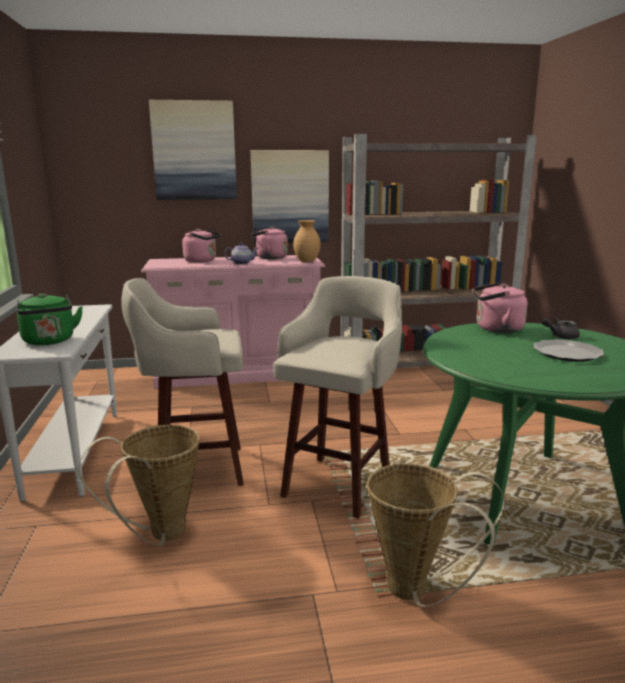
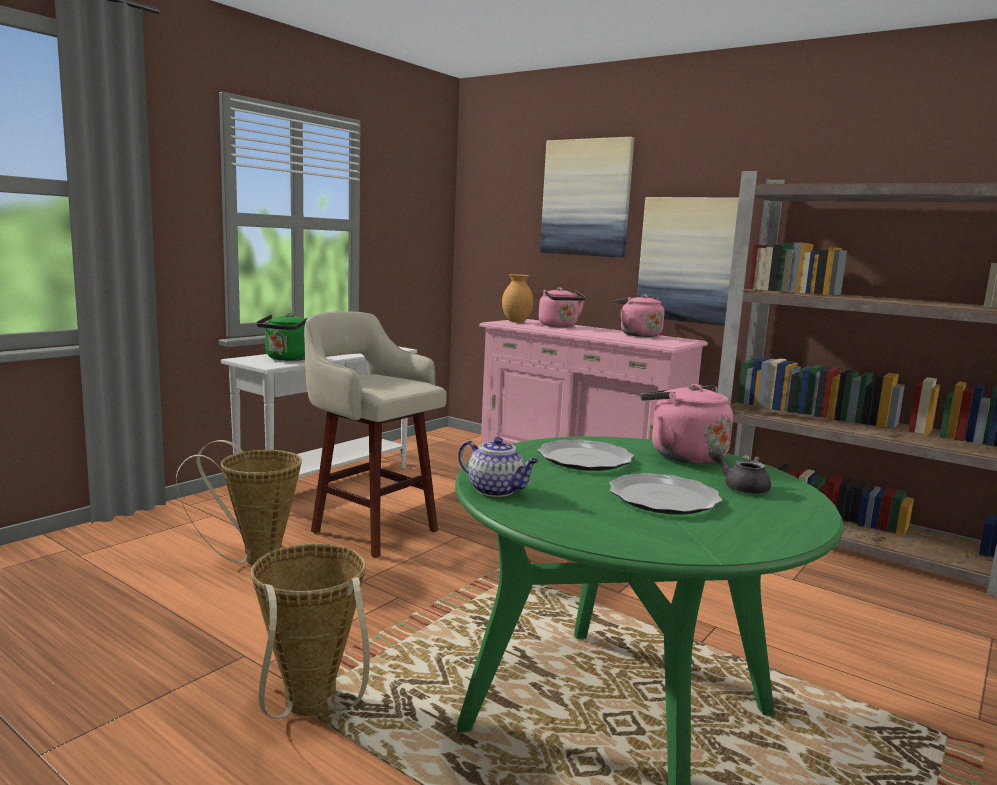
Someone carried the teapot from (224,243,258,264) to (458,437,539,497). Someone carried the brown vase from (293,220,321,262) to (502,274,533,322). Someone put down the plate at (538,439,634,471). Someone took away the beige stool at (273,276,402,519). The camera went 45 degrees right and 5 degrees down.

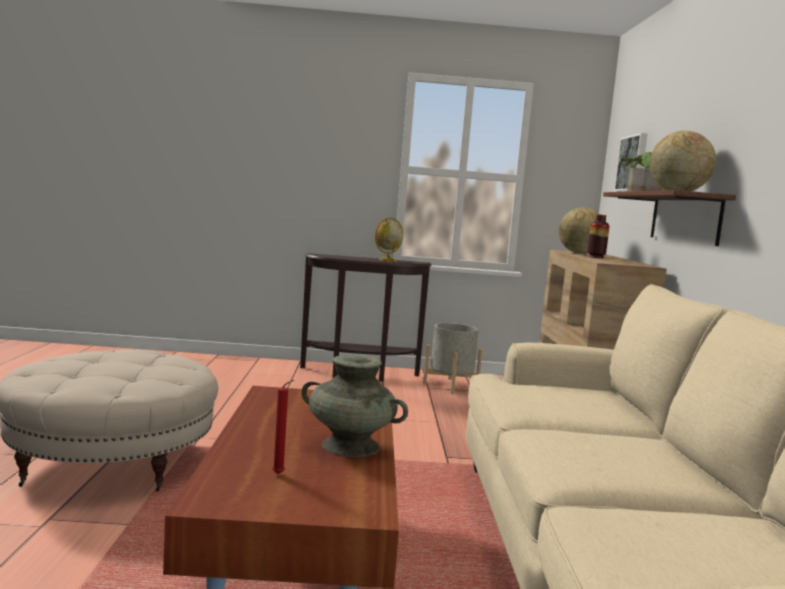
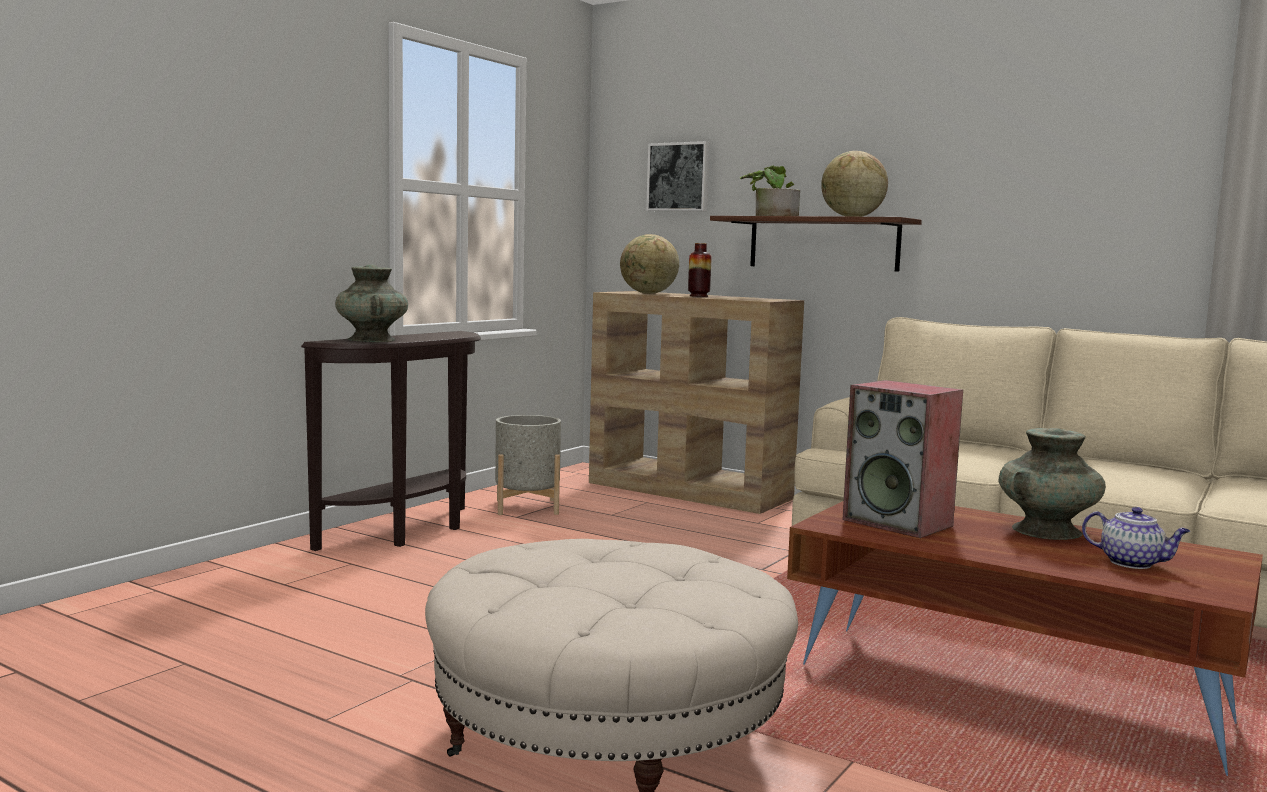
Someone put down the turquoise vase at (335,264,408,342). Someone put down the speaker at (842,380,963,538). Someone swapped the red candle at (272,380,294,474) for the teapot at (1082,507,1190,569). Someone took away the globe at (375,217,403,262). The camera went 55 degrees left and 0 degrees up.

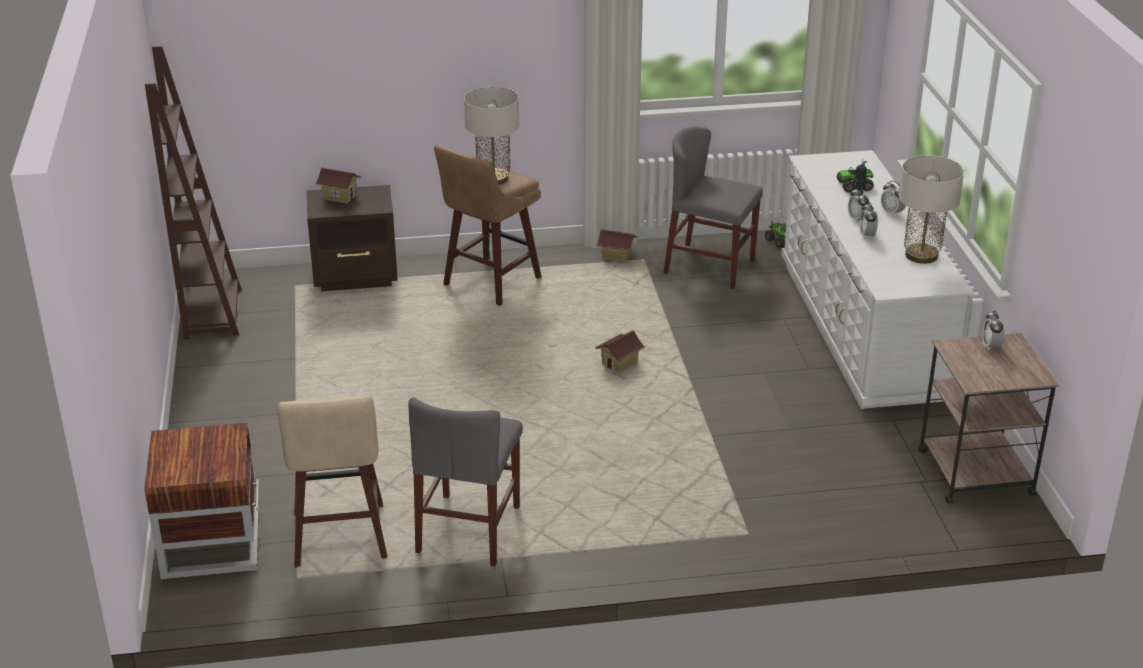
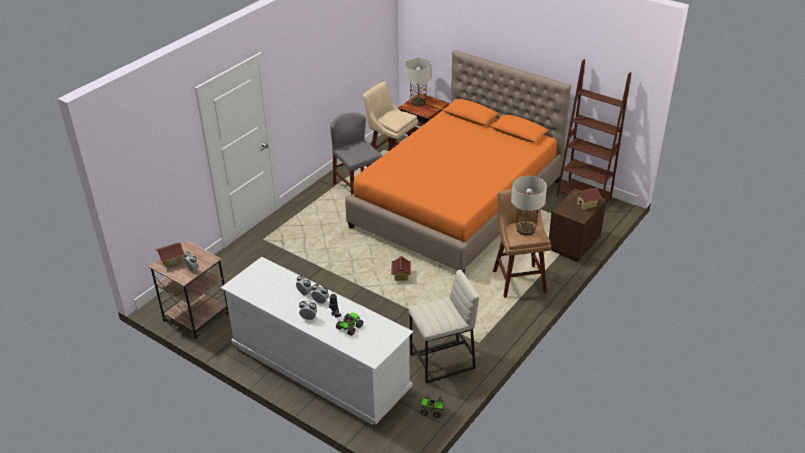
Someone carried the toy house from (596,229,638,262) to (156,243,184,268). Someone put down the orange bed at (345,50,571,273). Someone carried the table lamp from (899,155,964,264) to (405,58,432,106). Someone swapped the grey chair at (663,126,763,289) for the beige stool at (409,270,479,383). The camera went 135 degrees right and 5 degrees up.

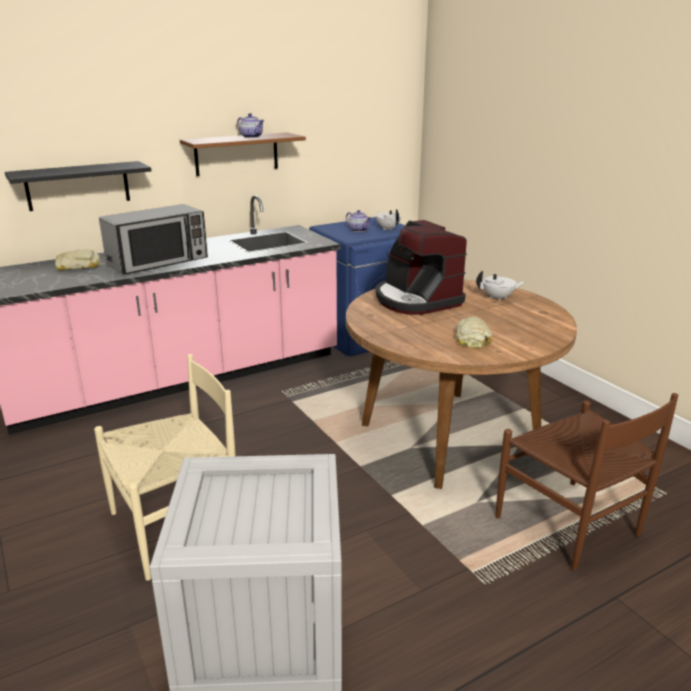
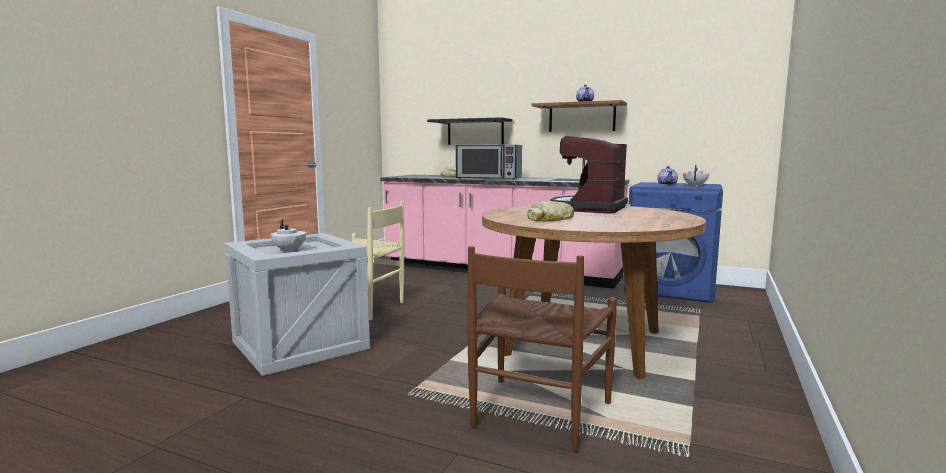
Someone carried the white teapot from (476,271,525,301) to (270,219,306,252). The camera went 55 degrees right and 15 degrees down.

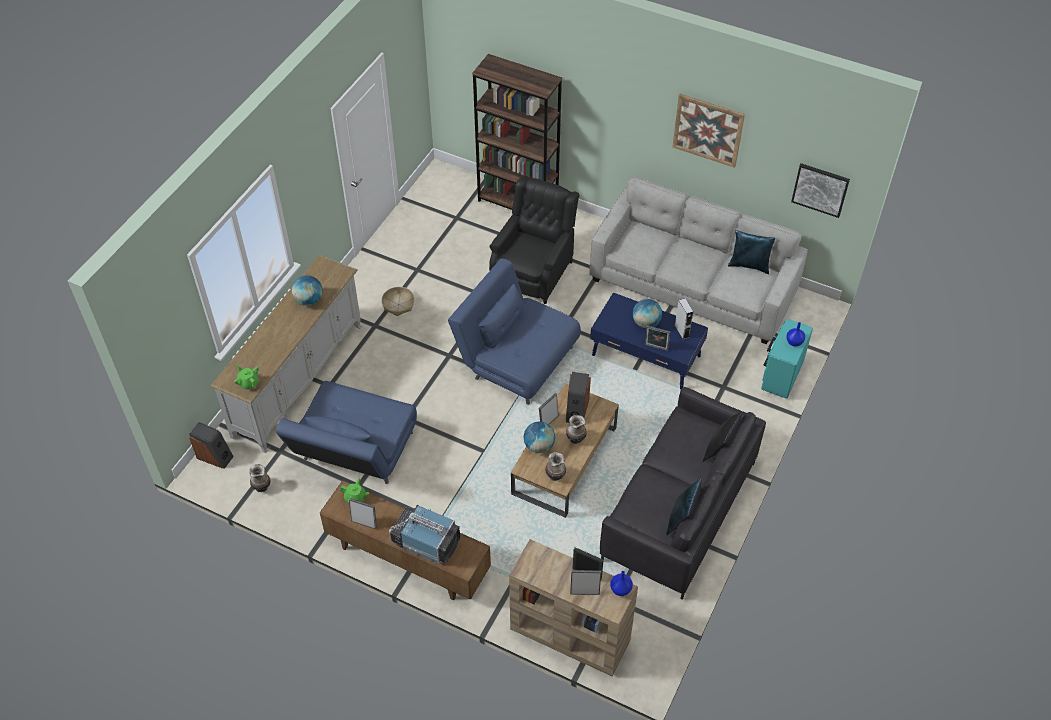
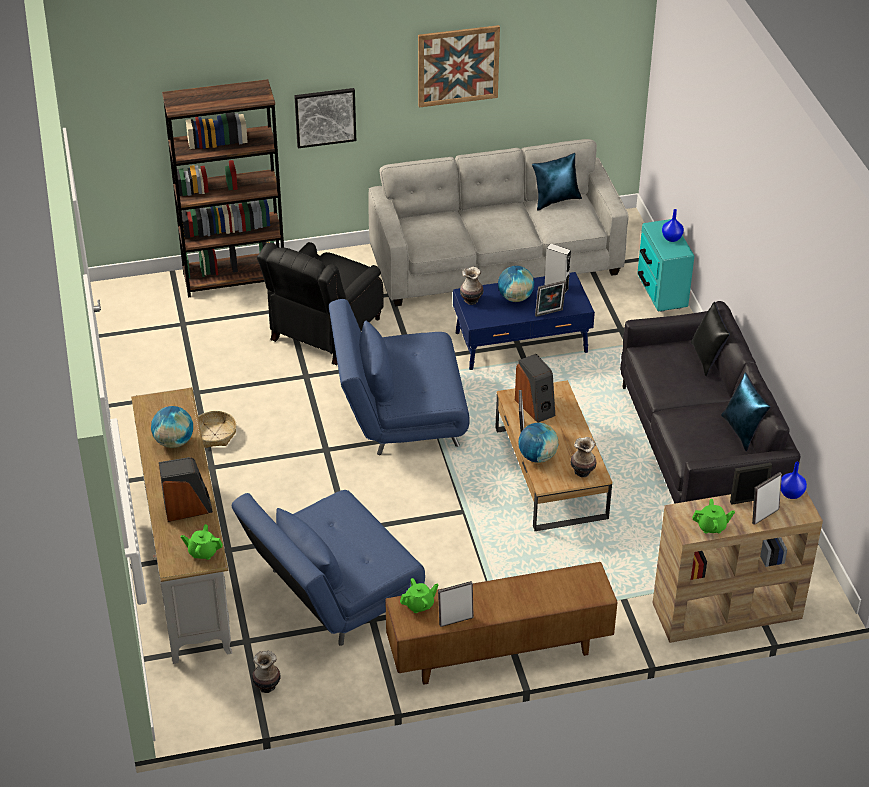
Someone carried the speaker from (189,422,234,469) to (159,457,213,522). Someone rotated the blue armchair at (276,381,417,484) by 75 degrees clockwise. Someone rotated the black armchair at (489,175,580,304) by 135 degrees counterclockwise. Someone carried the picture from (791,163,850,218) to (294,88,356,148). Someone carried the vase from (566,415,587,444) to (460,267,483,305). Someone put down the green teapot at (692,499,735,534). Someone took away the television at (389,505,460,564). The camera went 40 degrees left and 10 degrees down.

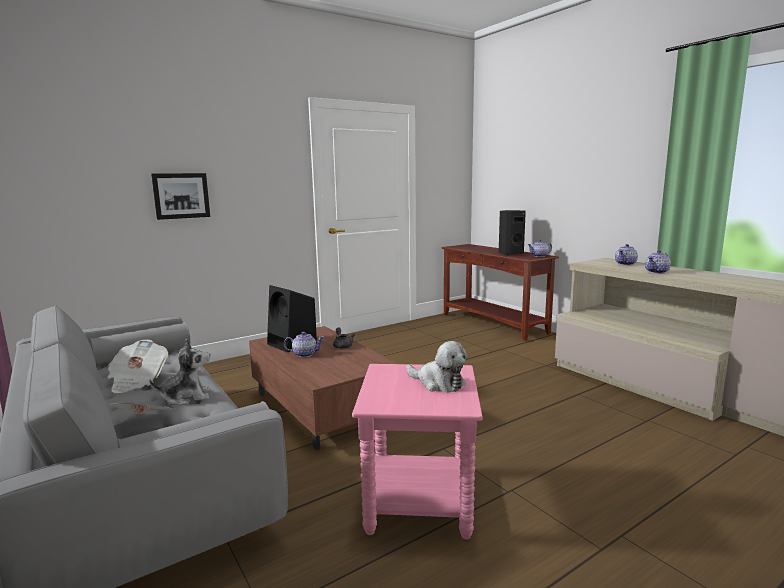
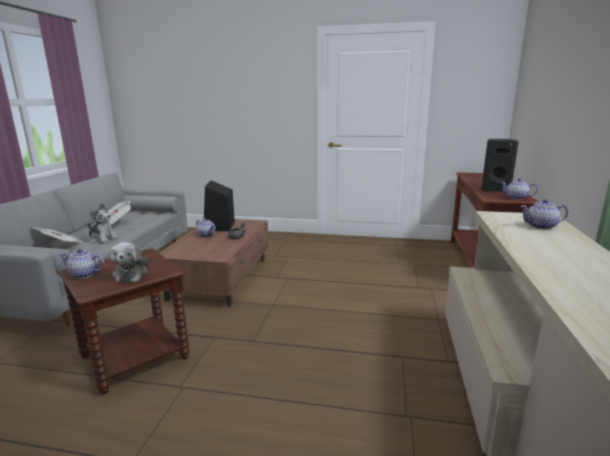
Someone repainted the pink side table at (352,364,483,540), which became the brown side table at (58,248,190,394). Someone carried the teapot from (645,250,671,274) to (60,249,105,279). Someone took away the picture at (151,173,210,220). The camera went 45 degrees right and 5 degrees up.

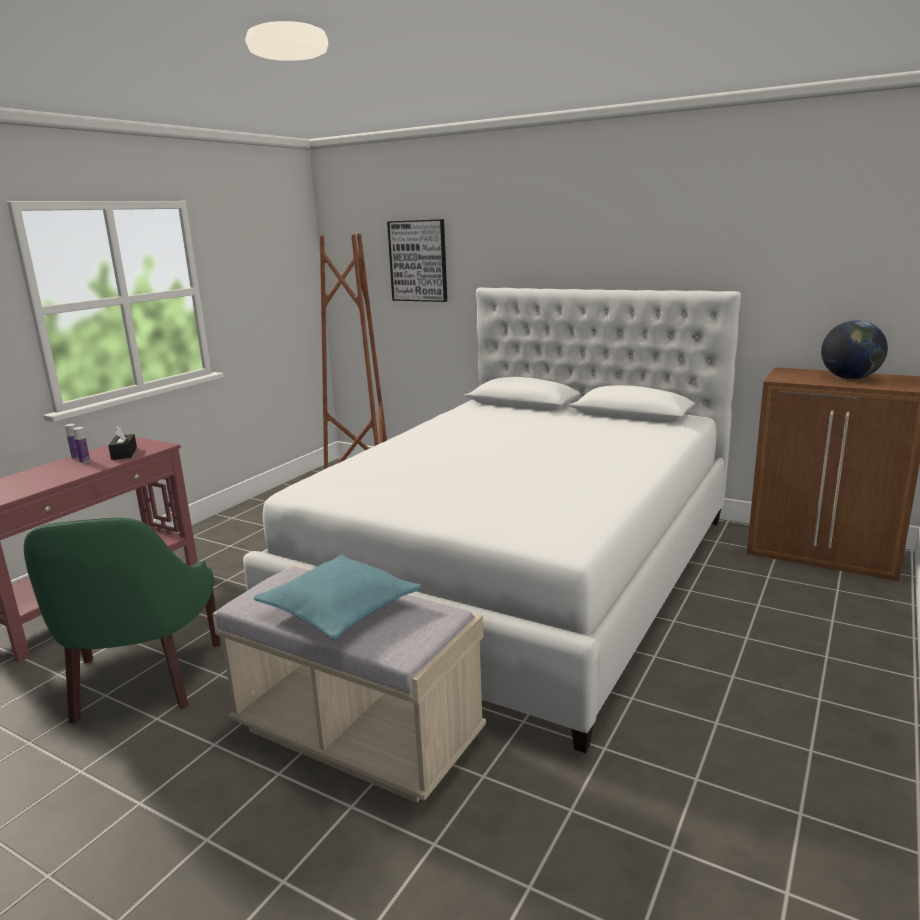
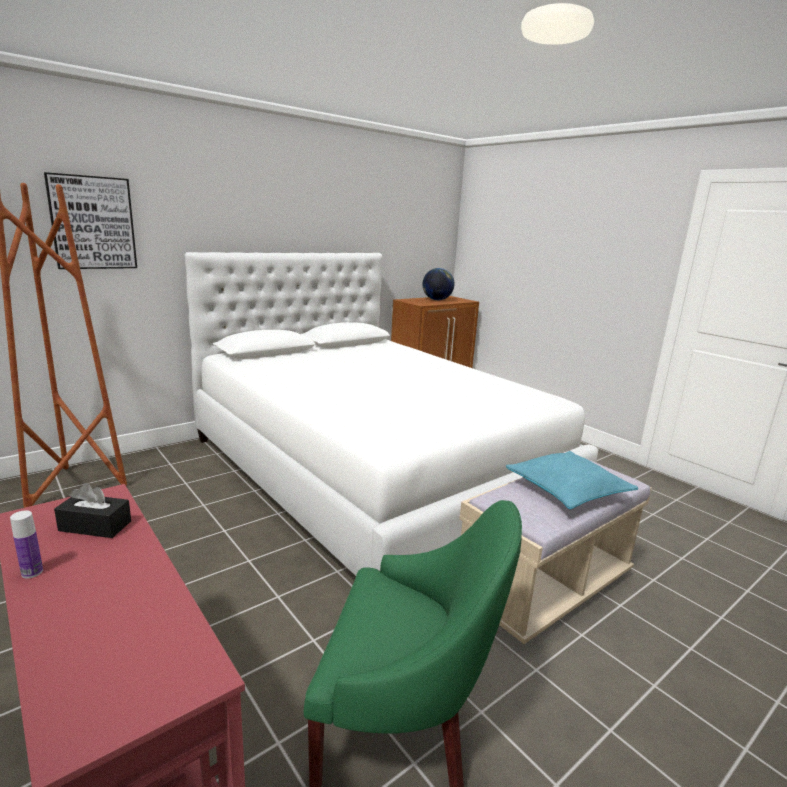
Someone took away the bottle at (73,427,90,463). The camera went 70 degrees left and 0 degrees up.

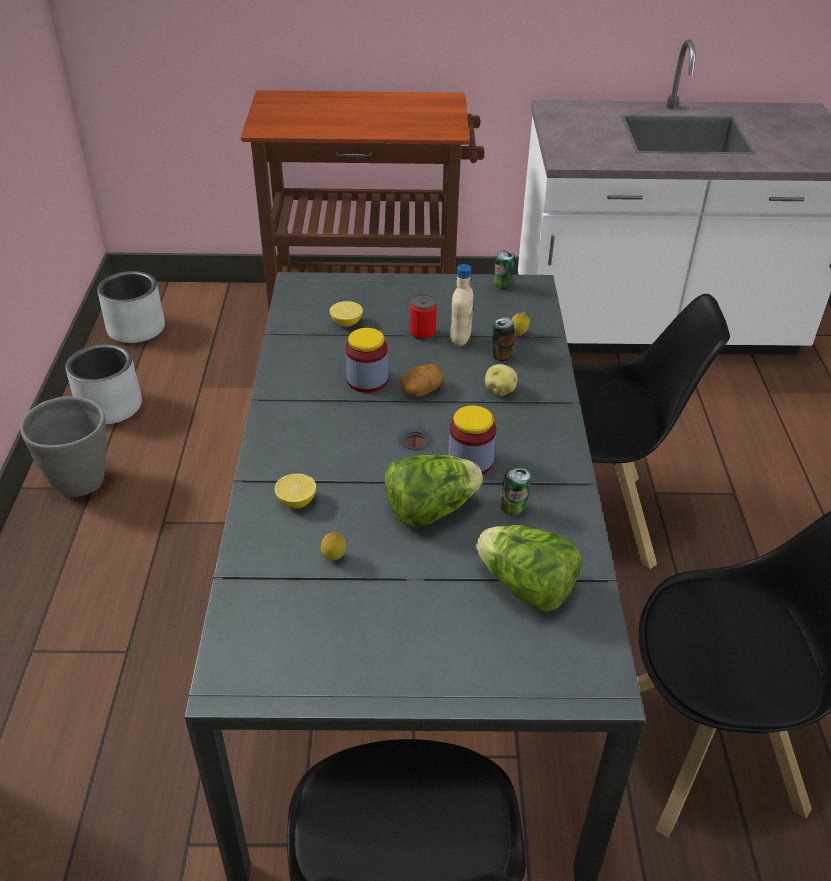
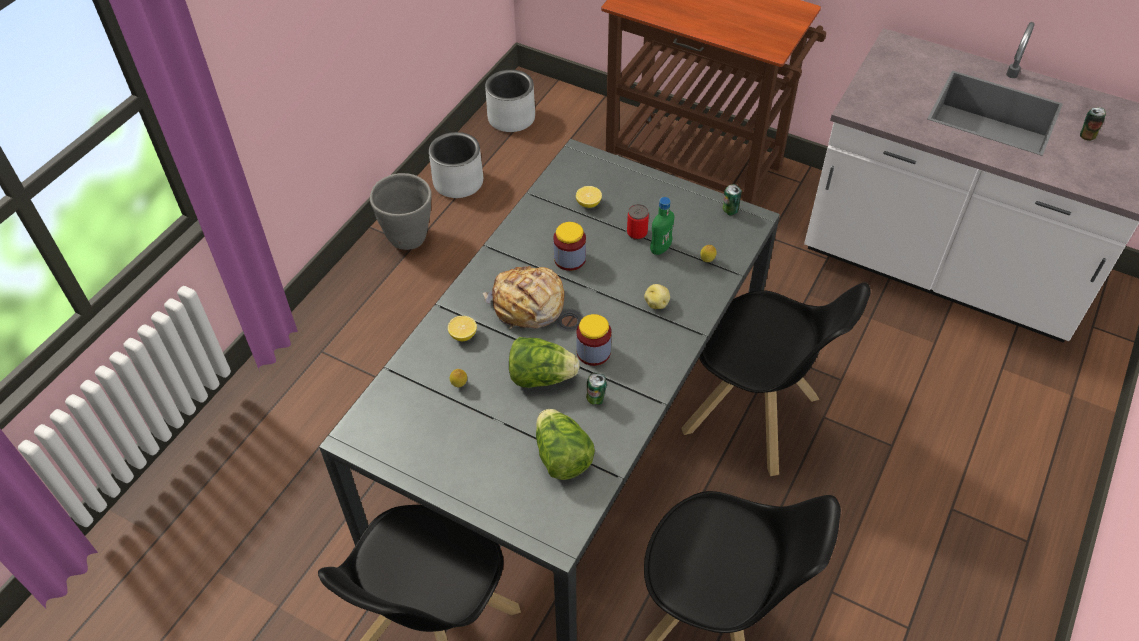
Someone put down the bread at (483,266,564,329). Someone repainted the beige bottle at (450,264,473,347), which became the green bottle at (650,197,674,255). Someone carried the can from (492,317,515,361) to (1080,107,1106,141). Someone took away the potato at (400,364,444,397). The camera went 30 degrees right and 10 degrees up.

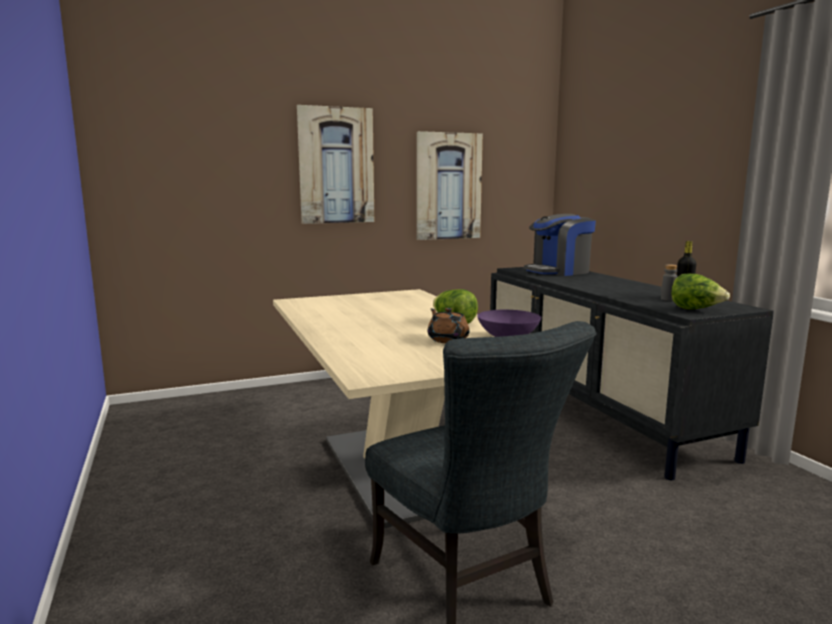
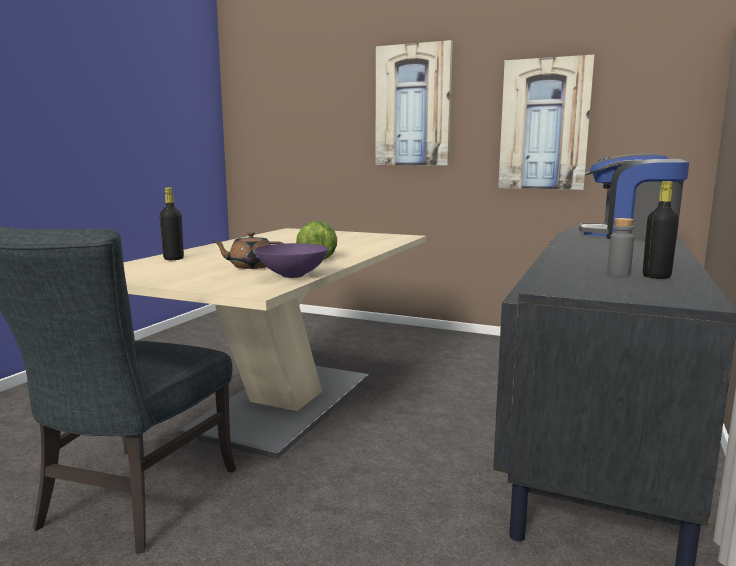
Someone put down the black bottle at (160,187,184,260). Someone rotated the brown teapot at (427,308,469,343) by 120 degrees counterclockwise. Someone took away the lettuce at (671,274,730,309). The camera went 45 degrees right and 0 degrees up.

